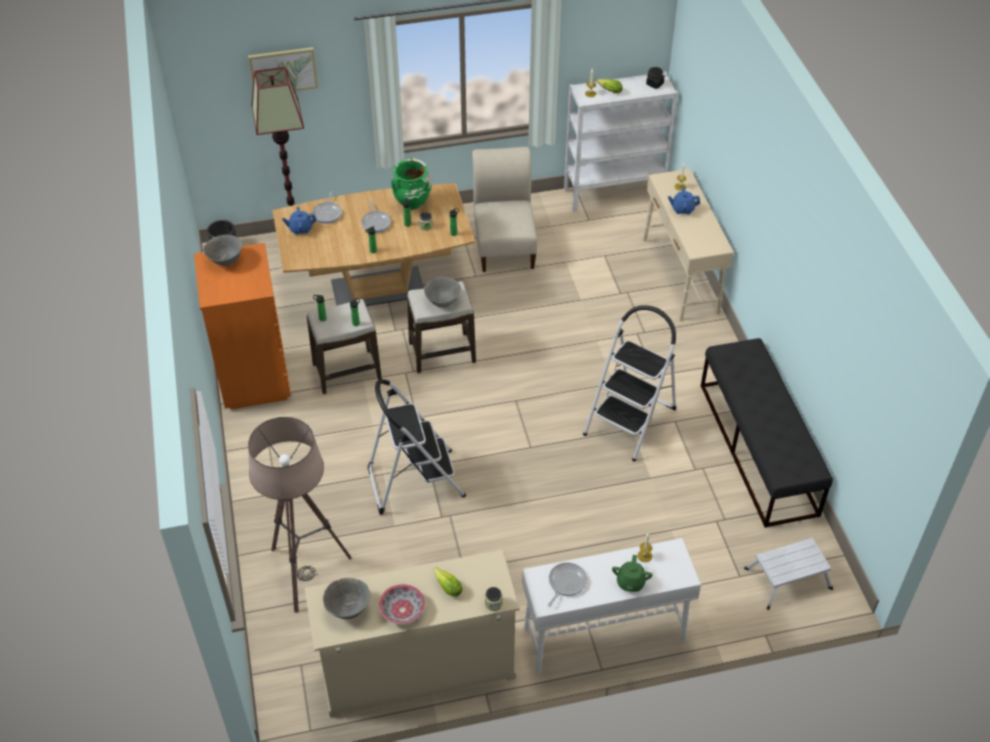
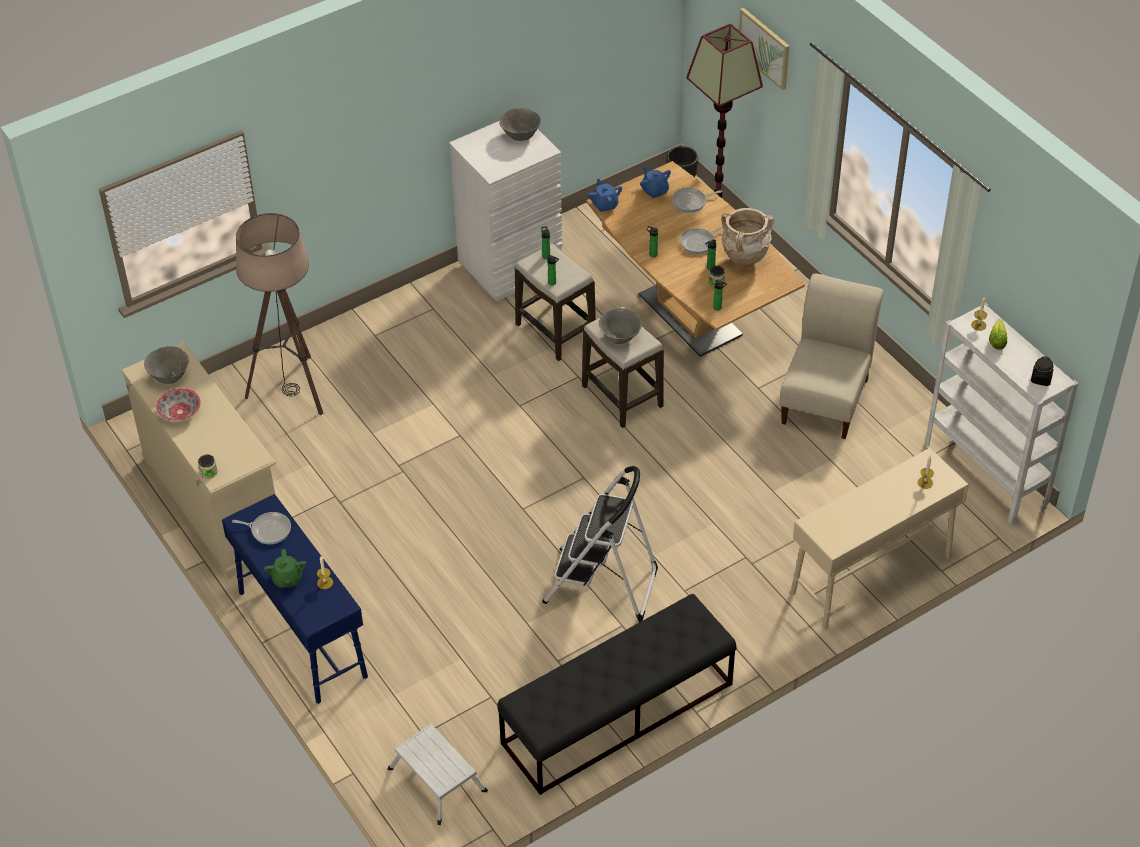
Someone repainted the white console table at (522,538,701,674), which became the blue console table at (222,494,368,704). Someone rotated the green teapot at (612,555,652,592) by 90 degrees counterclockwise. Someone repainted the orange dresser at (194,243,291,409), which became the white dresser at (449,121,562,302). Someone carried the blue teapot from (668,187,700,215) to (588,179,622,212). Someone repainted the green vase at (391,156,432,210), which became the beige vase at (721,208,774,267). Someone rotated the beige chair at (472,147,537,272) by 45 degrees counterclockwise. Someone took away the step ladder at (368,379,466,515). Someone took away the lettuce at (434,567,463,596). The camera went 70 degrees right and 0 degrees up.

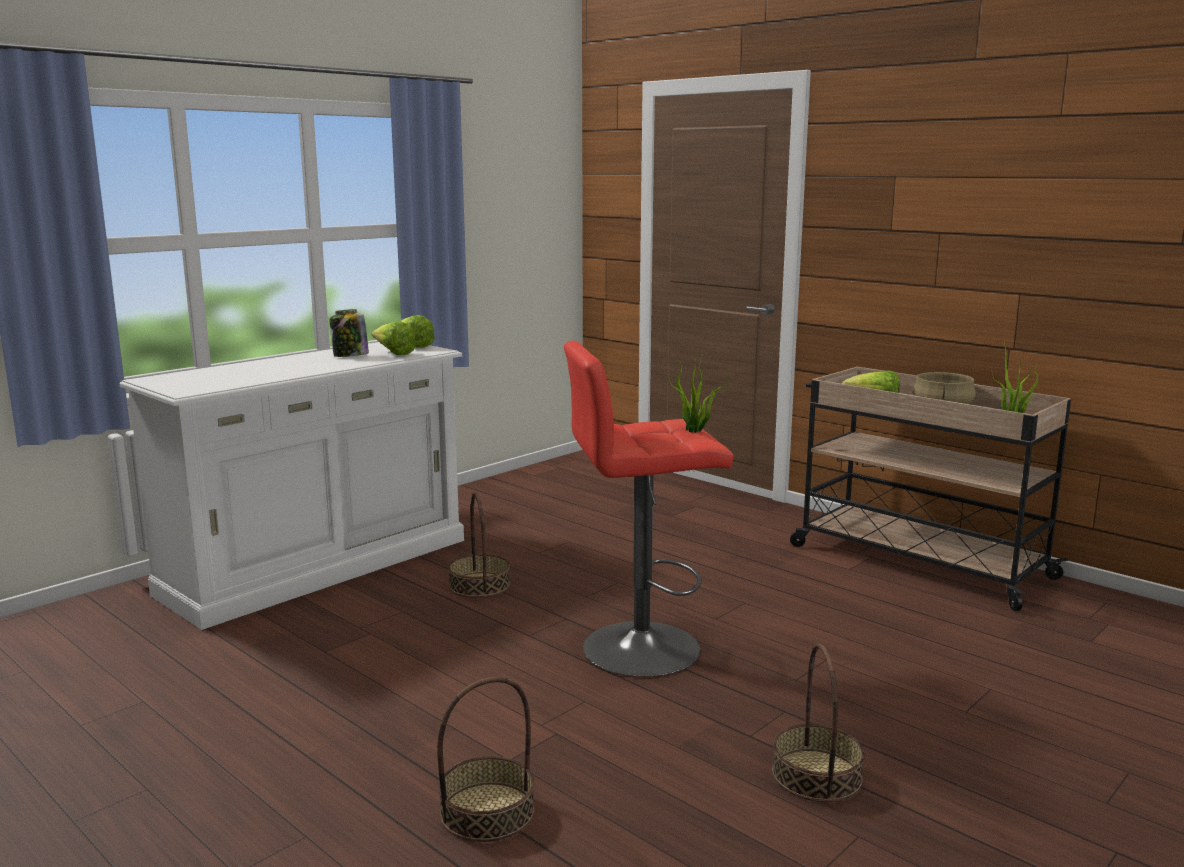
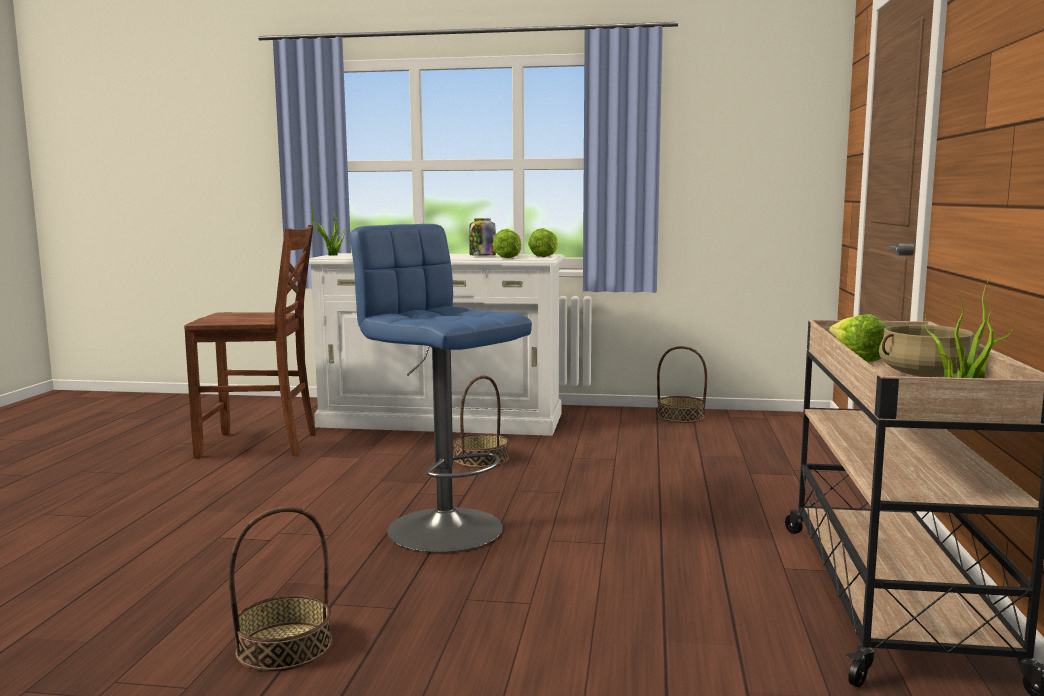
Someone put down the brown chair at (184,225,316,458). Someone carried the potted plant from (668,353,729,432) to (307,200,344,256). Someone repainted the red stool at (564,341,734,677), which became the blue stool at (350,224,532,552). Someone carried the basket from (437,677,535,842) to (657,346,707,423). The camera went 55 degrees right and 5 degrees down.

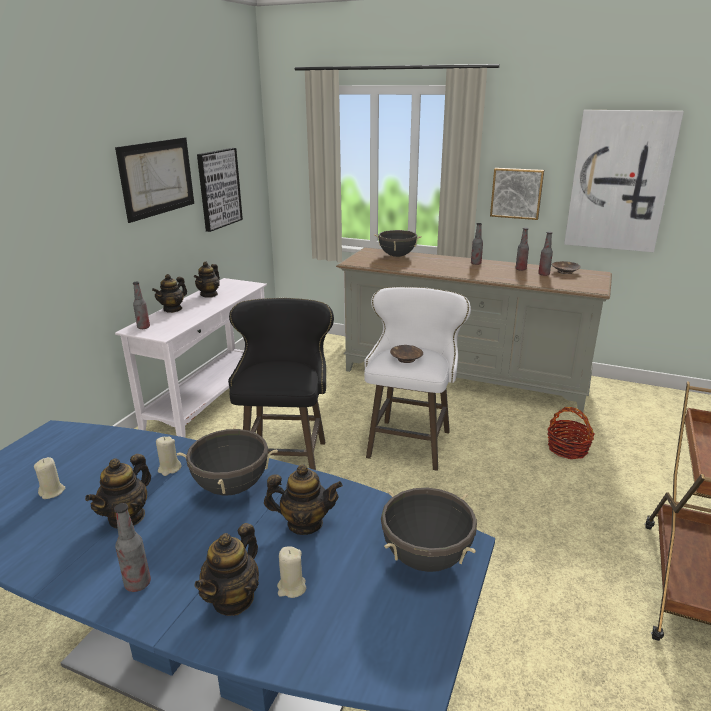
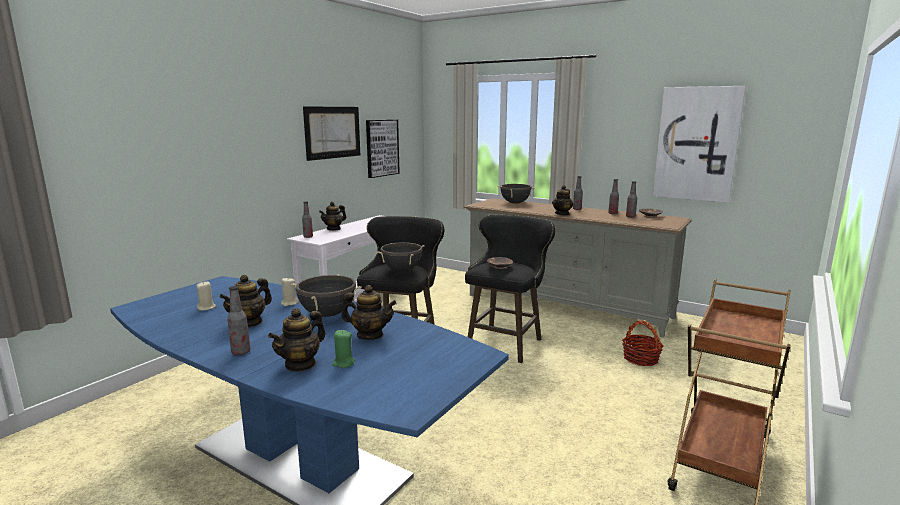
Someone repainted the beige candle at (277,546,306,598), which became the green candle at (332,330,355,368). Someone carried the black cooking pot from (381,488,477,572) to (377,242,425,271). Someone repainted the white stool at (364,286,471,471), which became the black stool at (465,215,555,363). Someone carried the teapot from (194,261,220,298) to (552,185,573,215). Someone took away the picture at (490,168,544,220). The camera went 10 degrees right and 10 degrees down.

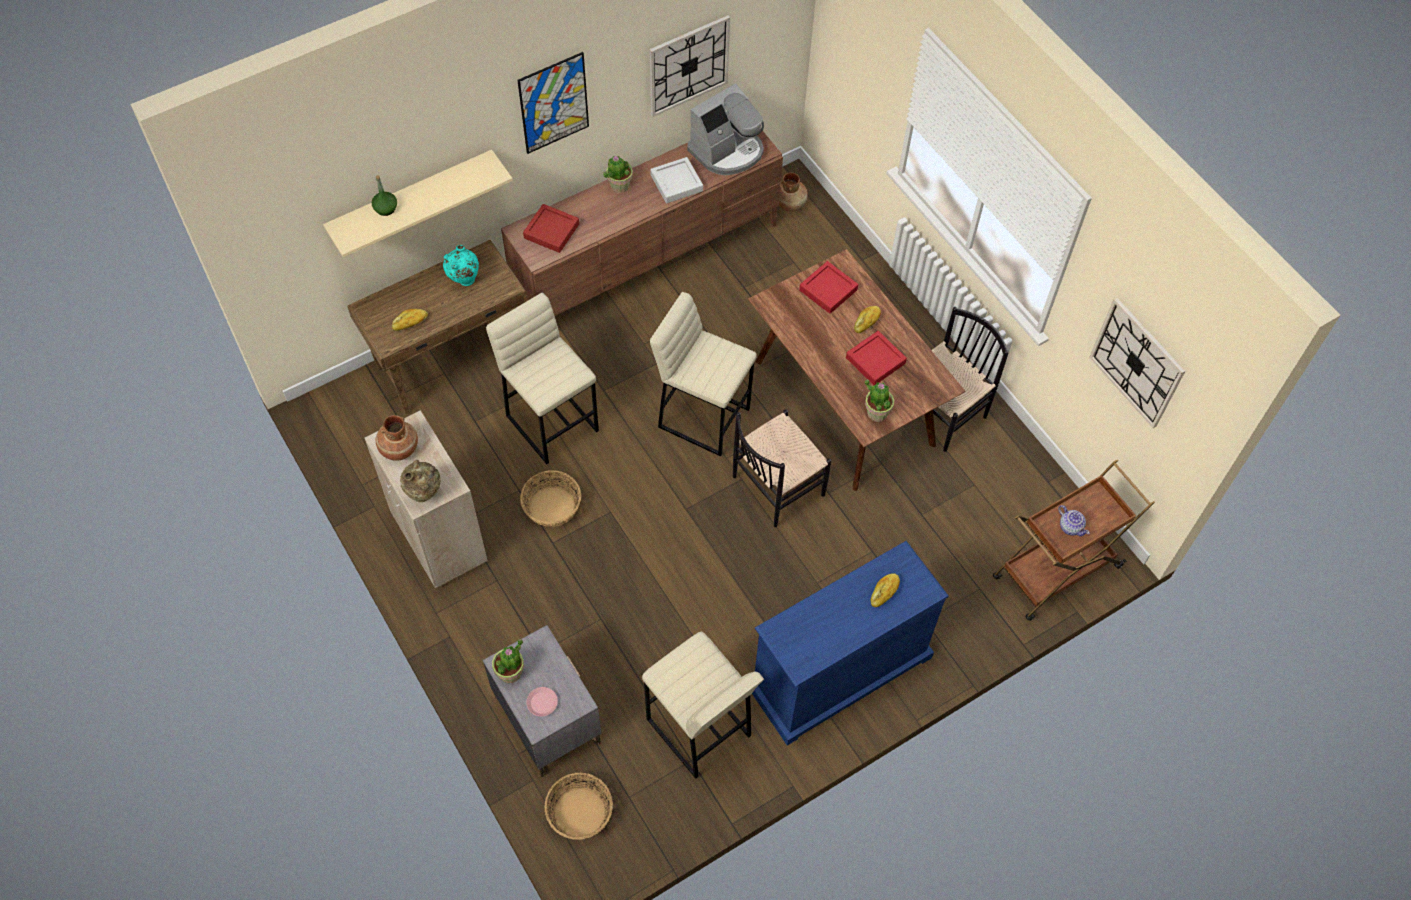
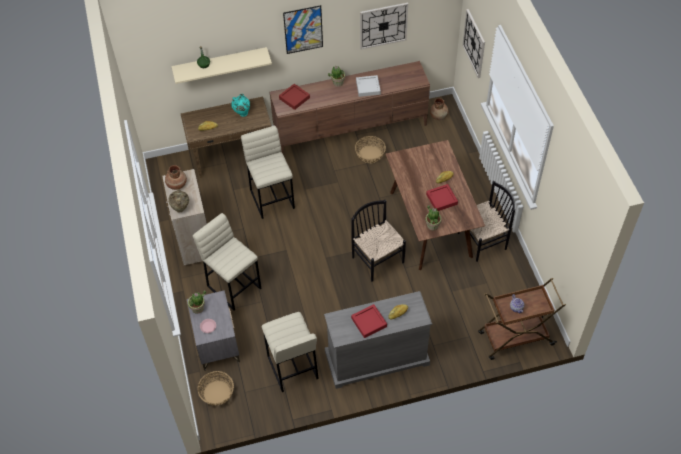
Someone carried the beige stool from (650,292,757,456) to (193,213,261,311). Someone repainted the blue dresser at (752,541,949,746), which became the grey dresser at (324,291,432,389). Someone rotated the black chair at (733,409,831,527) by 75 degrees clockwise. Someone carried the red tray from (799,261,858,314) to (351,304,387,338). Someone carried the basket from (520,470,581,527) to (355,136,386,163). Someone carried the wall clock from (1089,298,1185,428) to (462,9,485,78). Someone took away the coffee machine at (687,83,764,175). The camera went 20 degrees right and 5 degrees down.

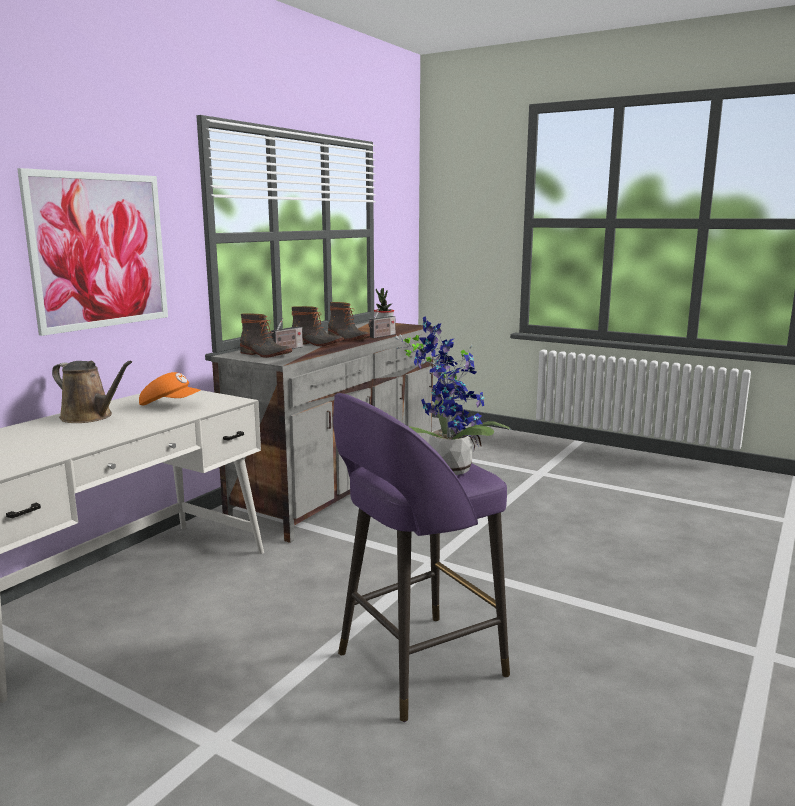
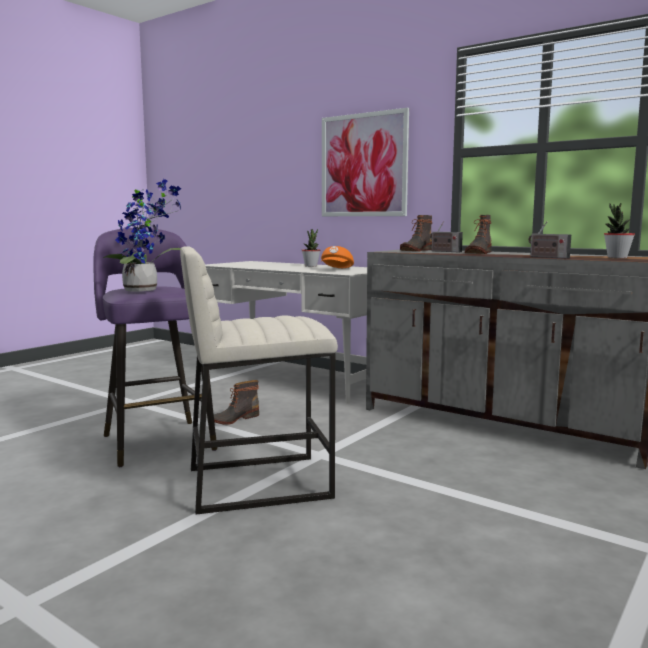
Someone put down the beige stool at (180,246,338,514). Someone carried the boot from (328,302,370,341) to (214,380,259,425). Someone swapped the brown watering can at (52,361,132,423) for the potted plant at (302,229,320,267). The camera went 95 degrees right and 5 degrees down.

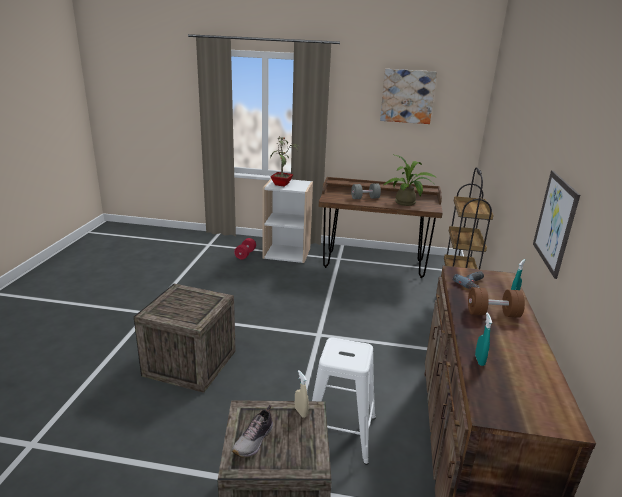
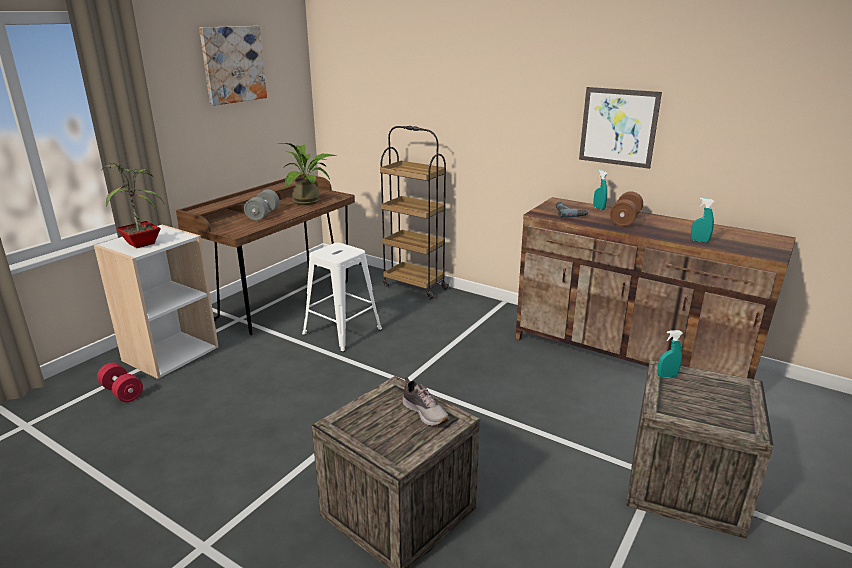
Someone carried the white stool from (312,338,376,465) to (302,243,382,352). Someone carried the shoe from (232,405,273,457) to (402,377,449,426). Someone repainted the beige spray bottle at (295,370,309,418), which became the turquoise spray bottle at (657,330,683,378). The camera went 65 degrees left and 0 degrees up.

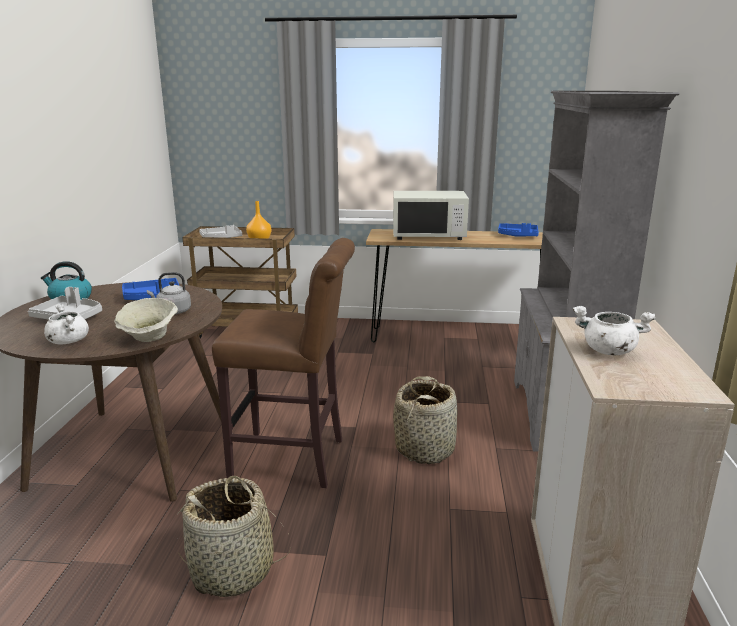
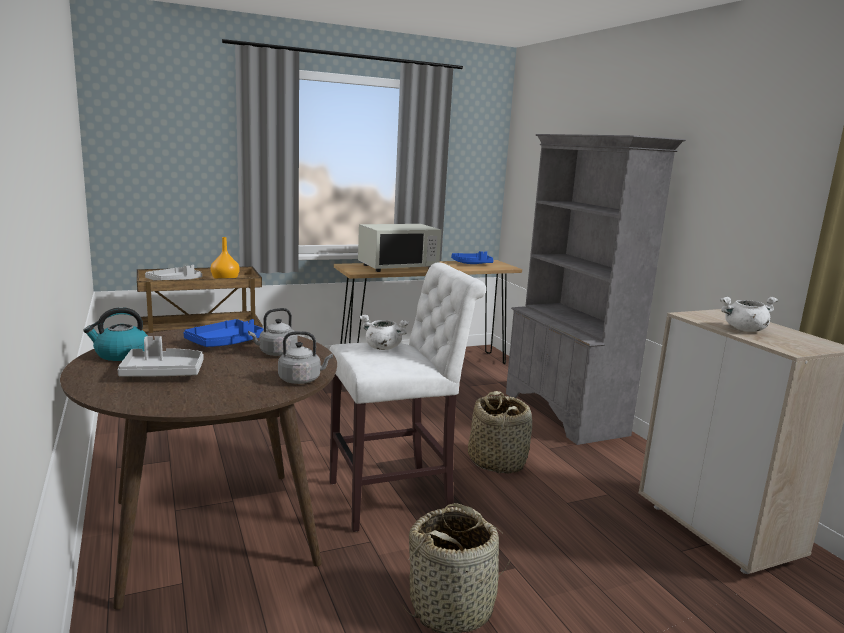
Someone swapped the beige bowl at (114,298,178,342) for the grey kettle at (278,331,333,384). Someone repainted the brown stool at (212,238,355,488), which became the white stool at (329,262,486,532). Someone carried the white cooking pot from (44,304,89,344) to (359,315,409,350). The camera went 30 degrees left and 5 degrees down.

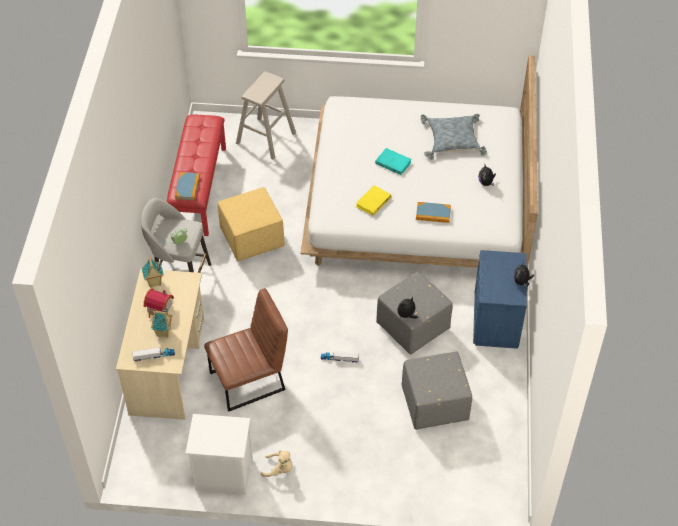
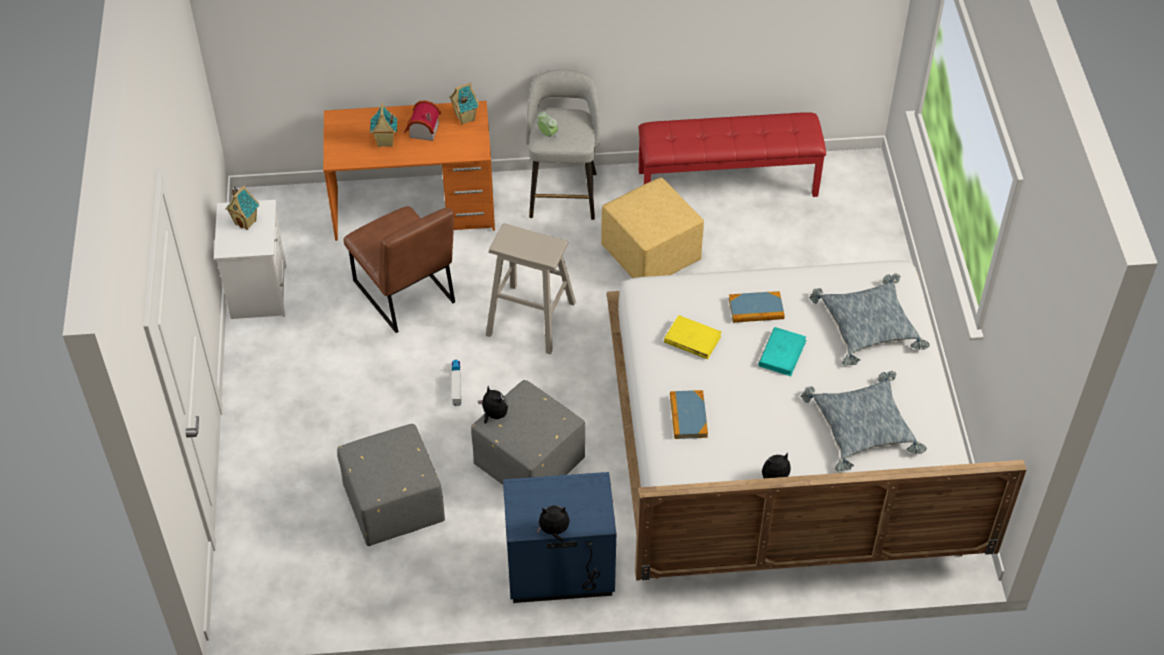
Someone put down the toy house at (225,185,259,230). Someone repainted the beige desk at (116,269,205,420), which became the orange desk at (323,101,495,241). Someone carried the beige stool from (236,71,296,160) to (486,224,576,355). Someone carried the book from (174,172,200,200) to (729,291,785,323). Someone put down the pillow at (809,273,930,366). Someone took away the toy truck at (132,347,175,361). Someone took away the beige plush toy at (261,450,293,477). The camera went 80 degrees right and 0 degrees up.

